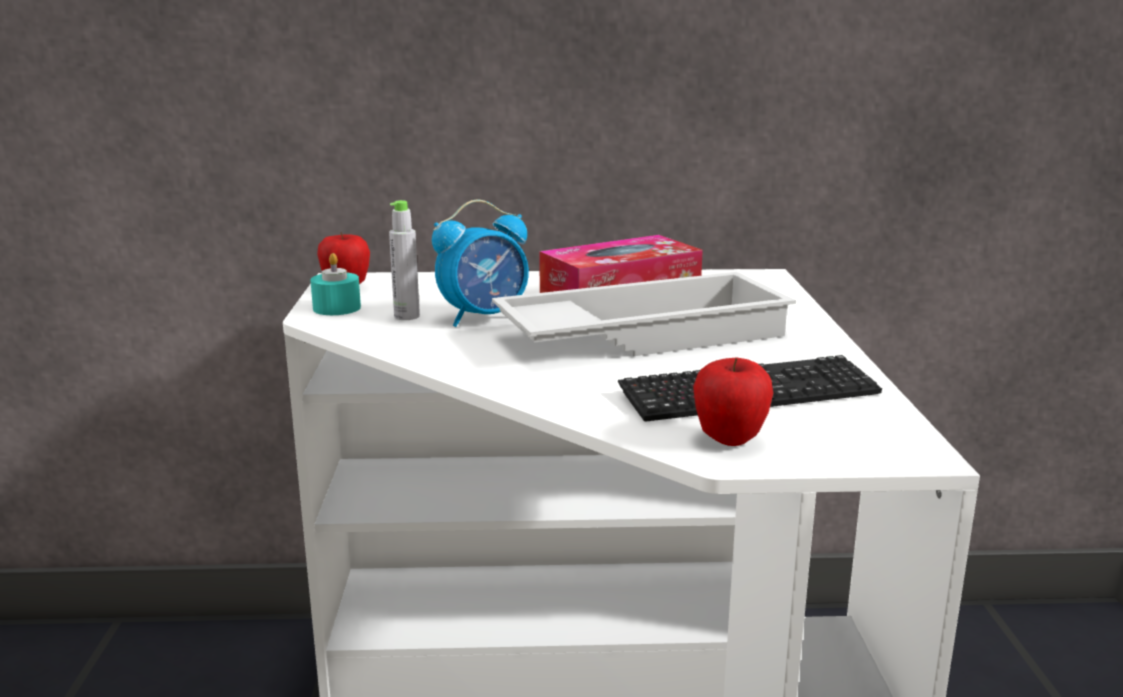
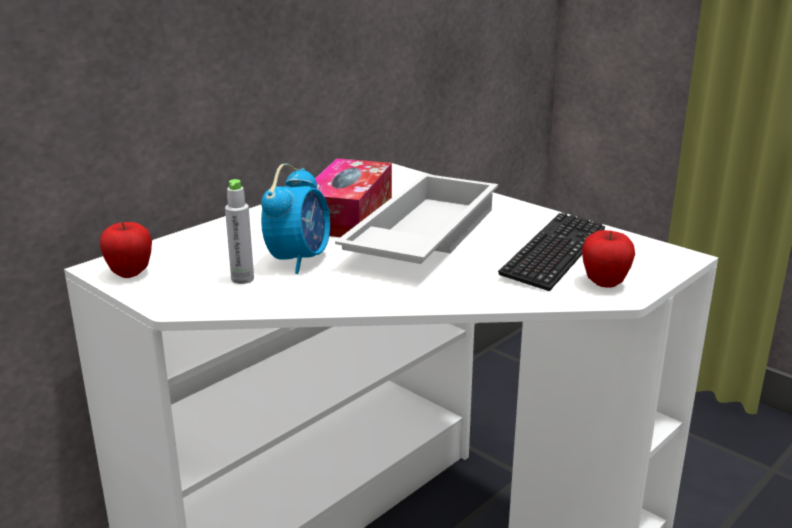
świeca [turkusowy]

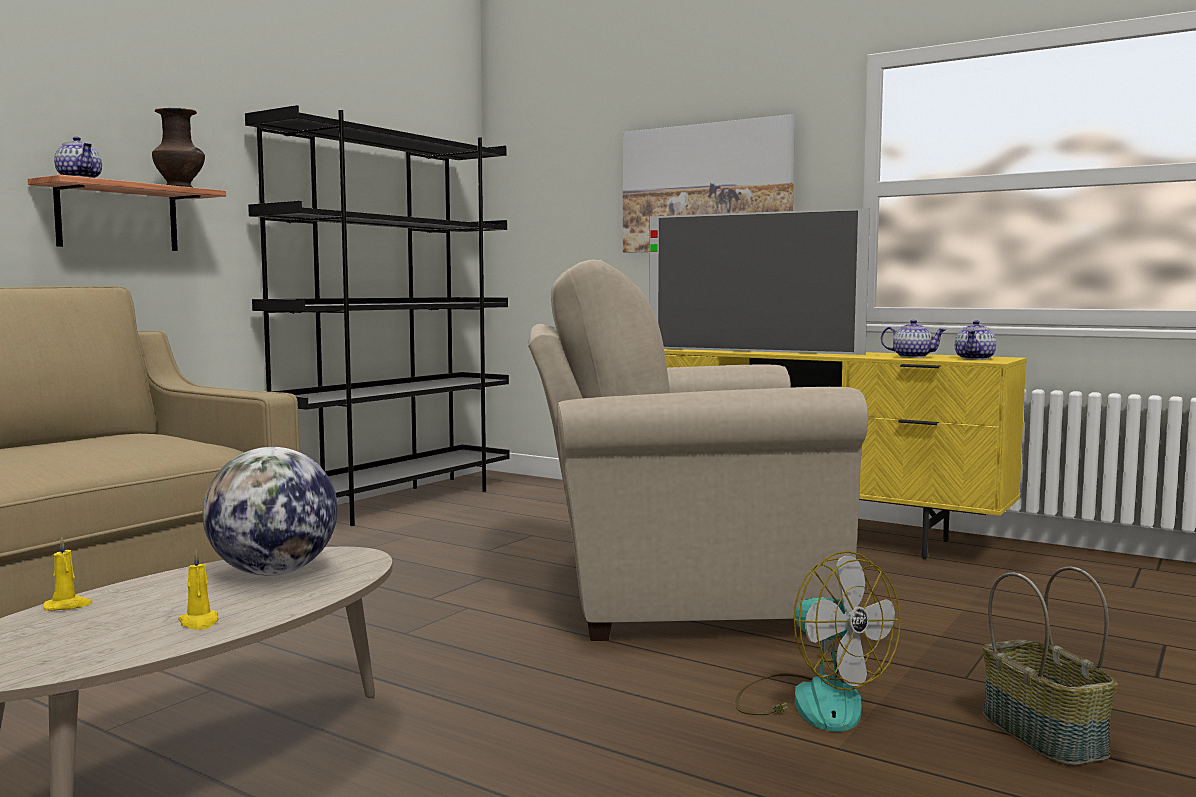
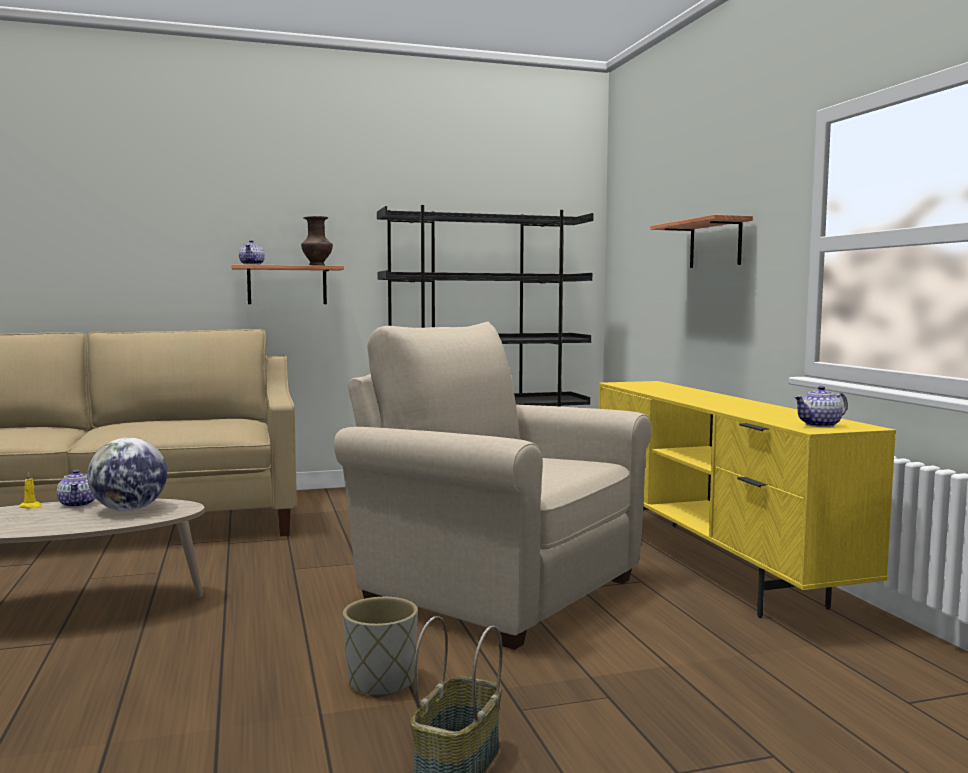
imbryk (1st from left)
donica [szary]
półka (2nd from left)
świeca [żółty] (2nd from left in the first image)
telewizor

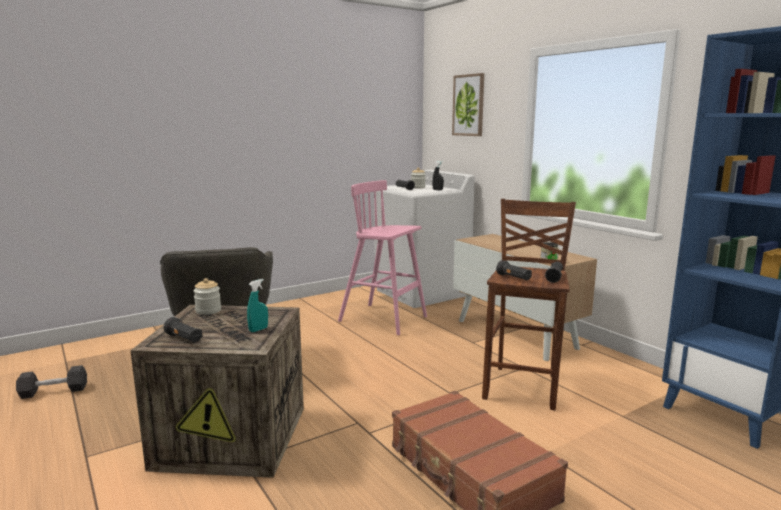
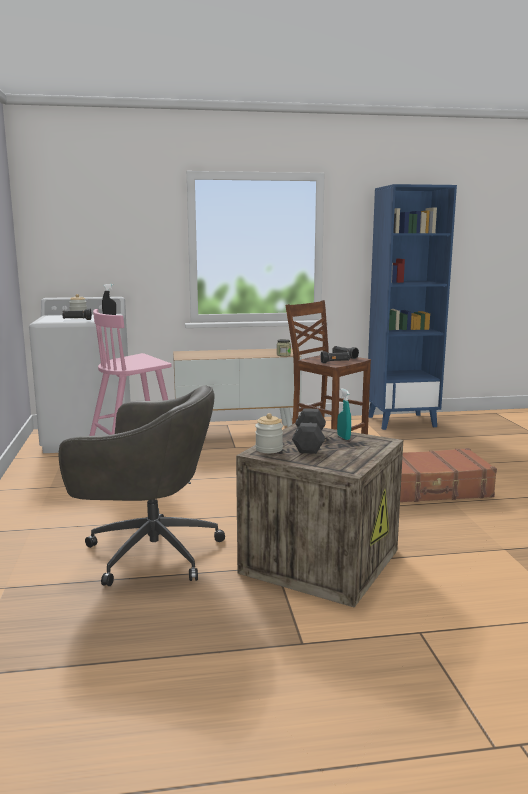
hantel [czarny]
latarka [czarny] (1st from left in the first image)
obraz

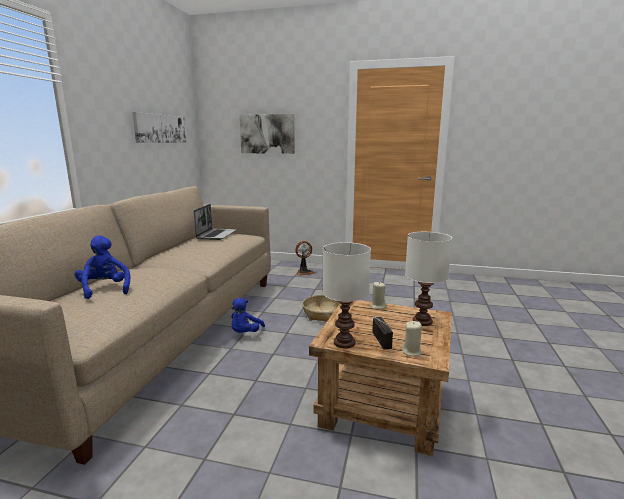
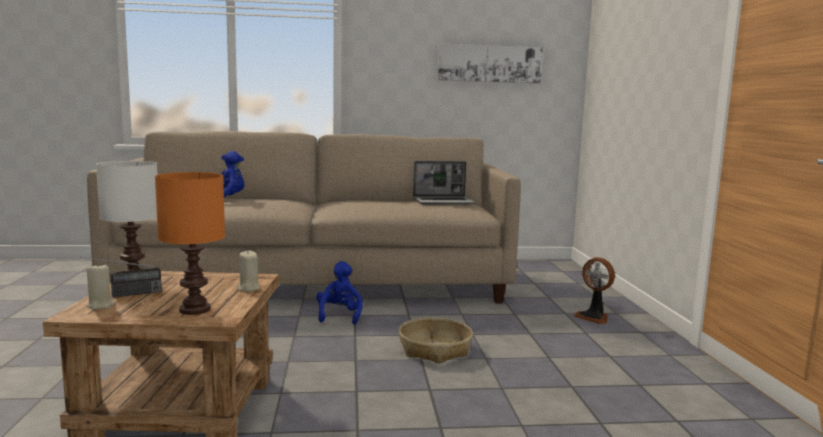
lampa stołowa [pomarańczowy]
pluszak [niebieski] (2nd from left)
obraz (2nd from left in the first image)

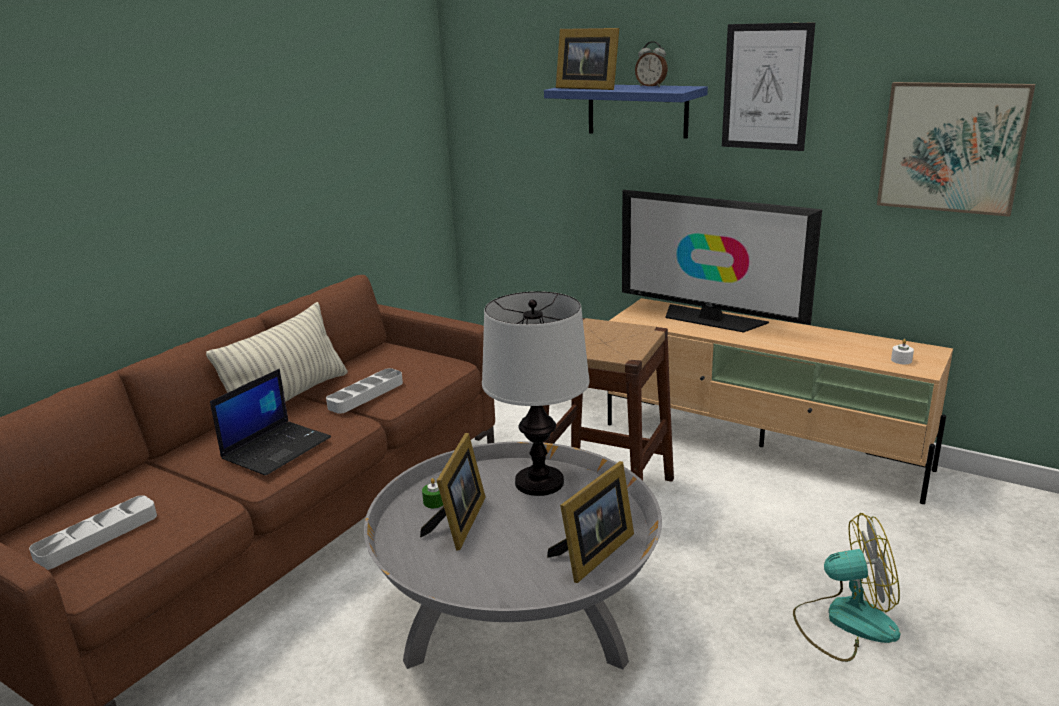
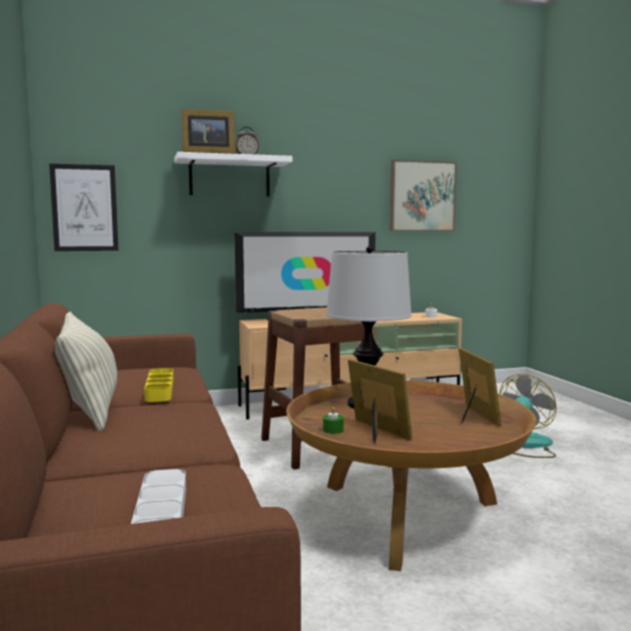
obraz (1st from left)
taca [żółty]
półka [biały]
ława [brązowy]
laptop

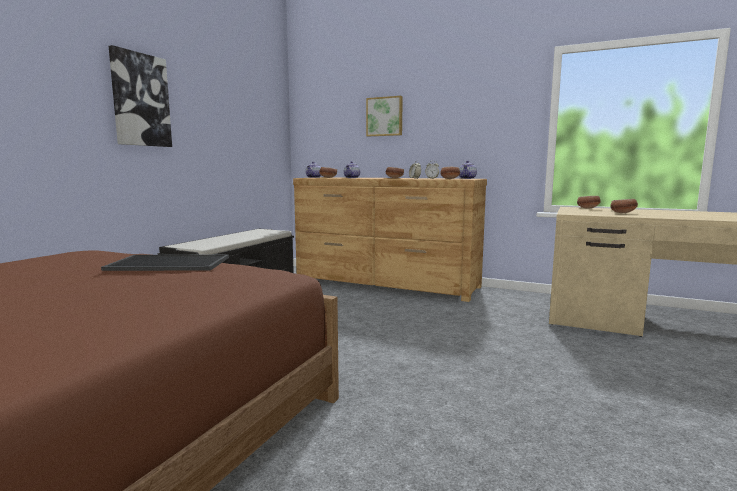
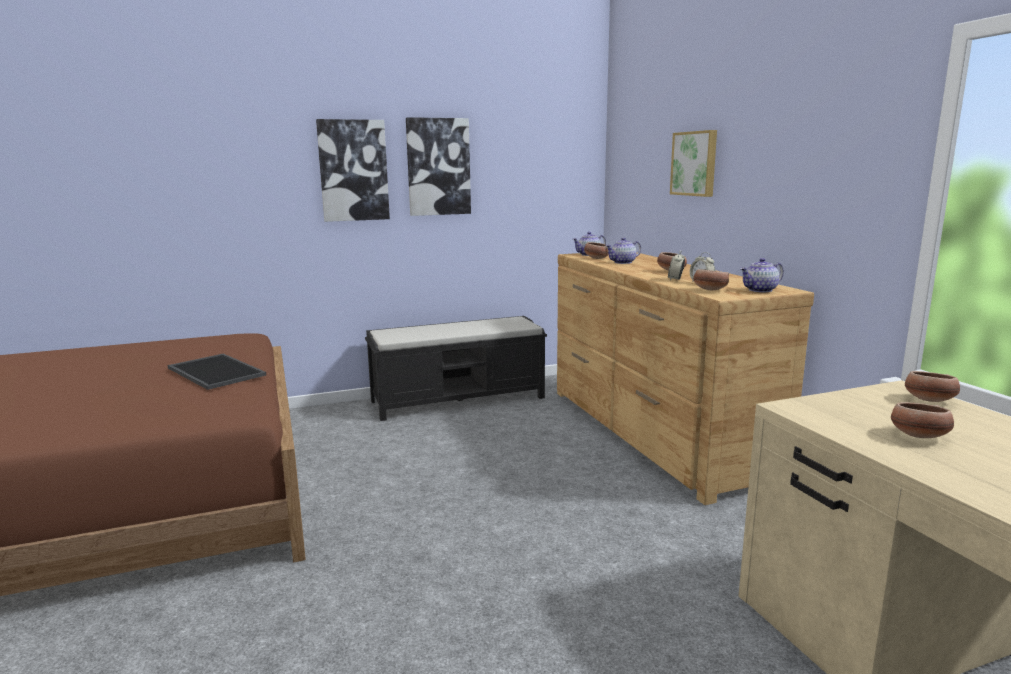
obraz (2nd from left)

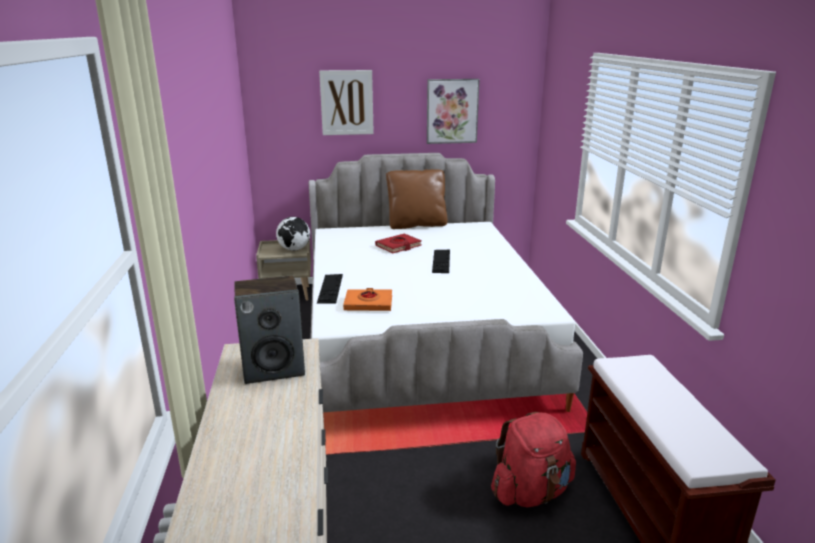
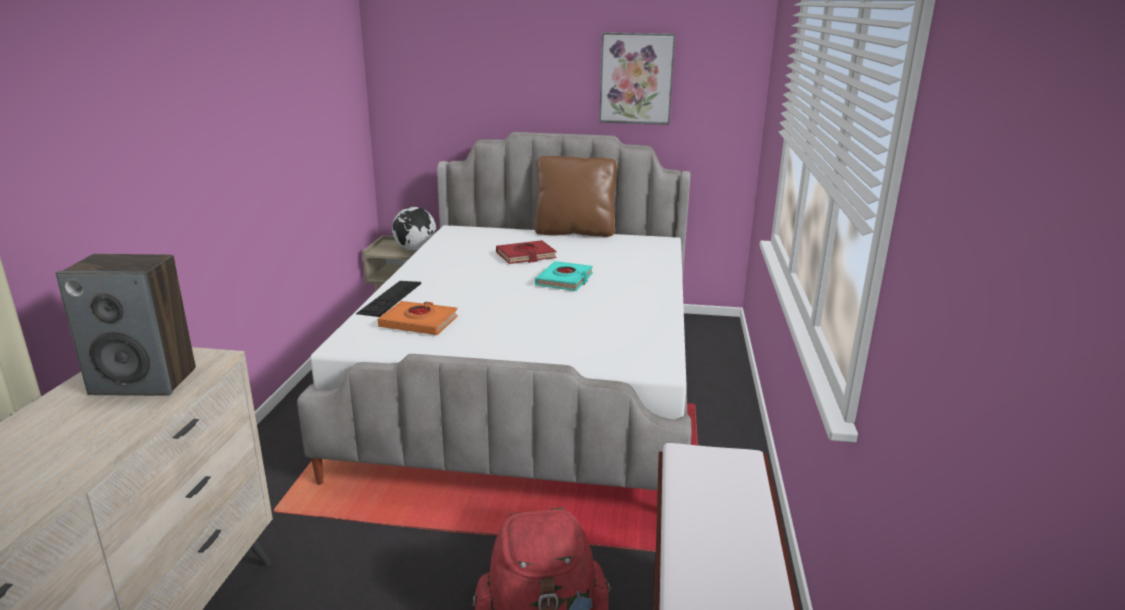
książka [turkusowy]
obraz (1st from left in the first image)

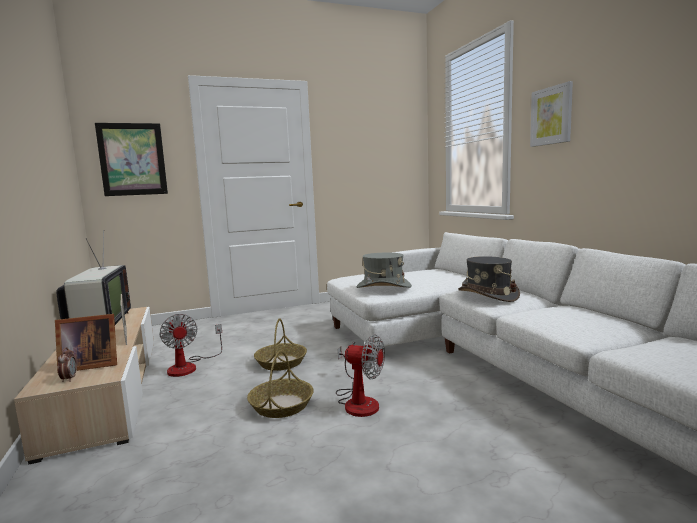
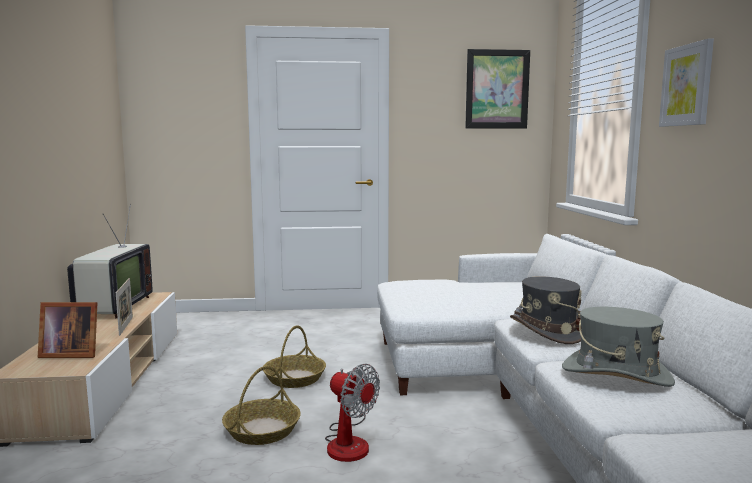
obraz (1st from left)
kapelusz [szary] (2nd from left)
budzik
wentylator (1st from left in the first image)

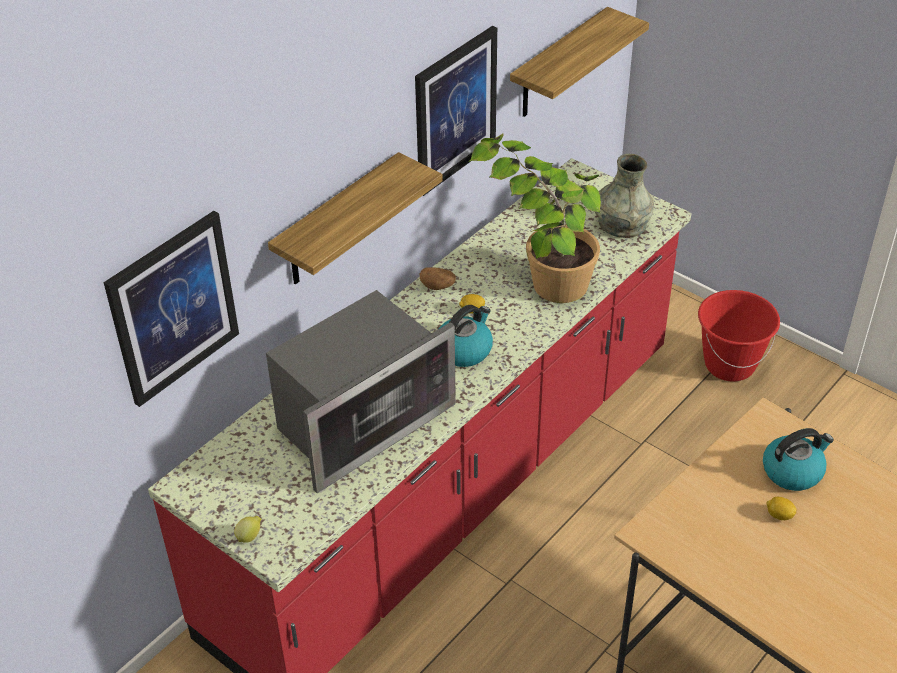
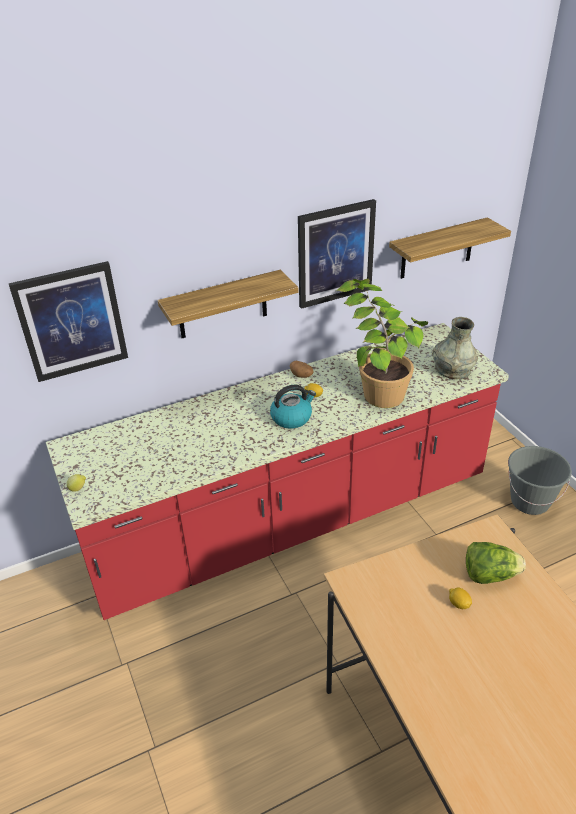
sałata
wiadro [szary]
mikrofalówka

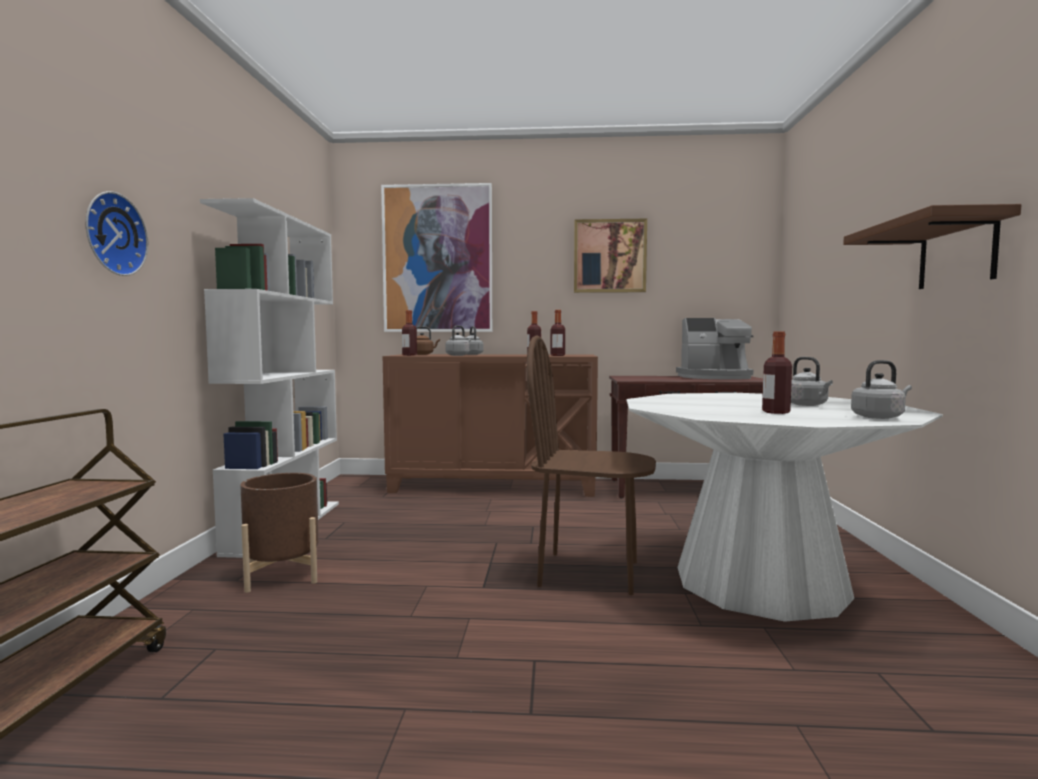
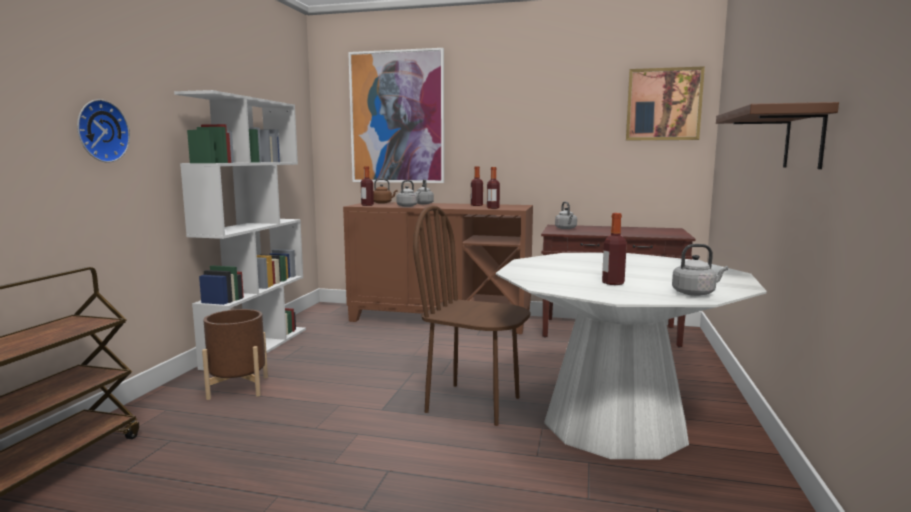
czajnik [szary] (3rd from left)
obraz (2nd from left)
ekspres do kawy

